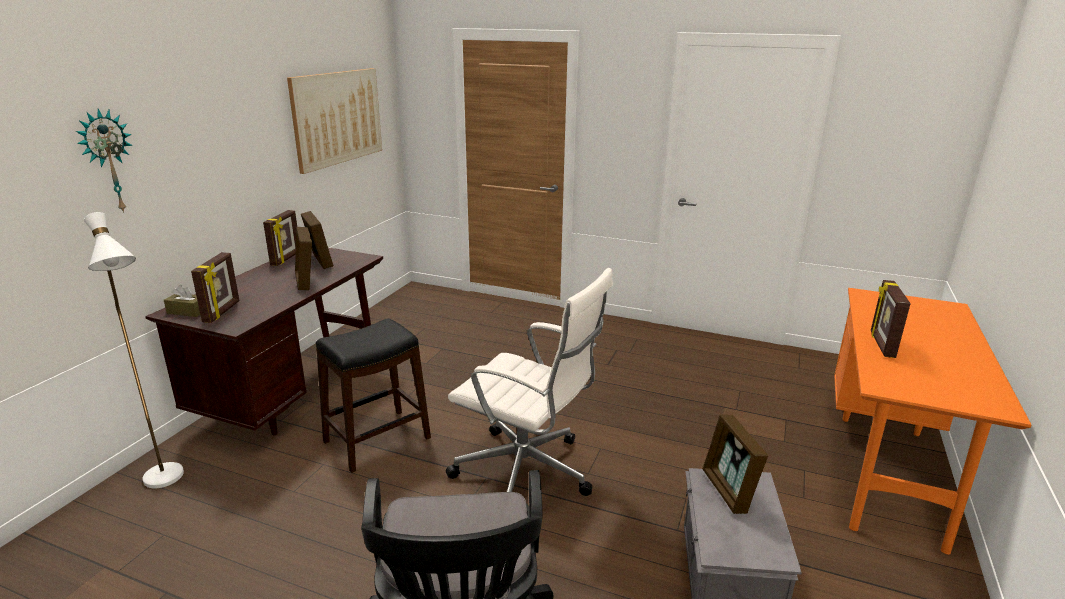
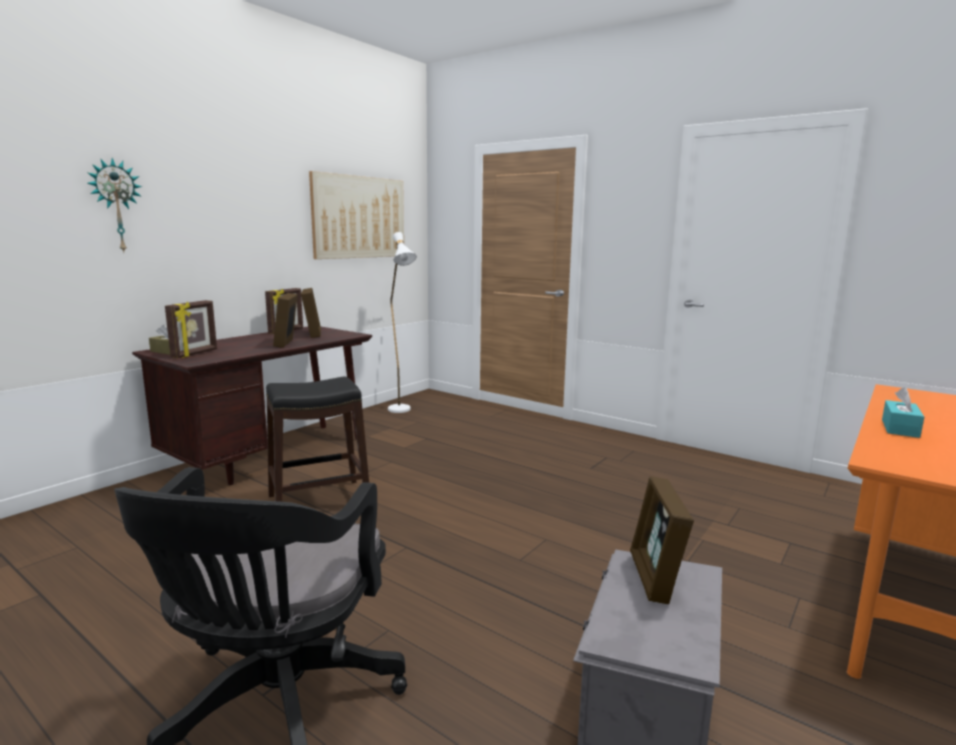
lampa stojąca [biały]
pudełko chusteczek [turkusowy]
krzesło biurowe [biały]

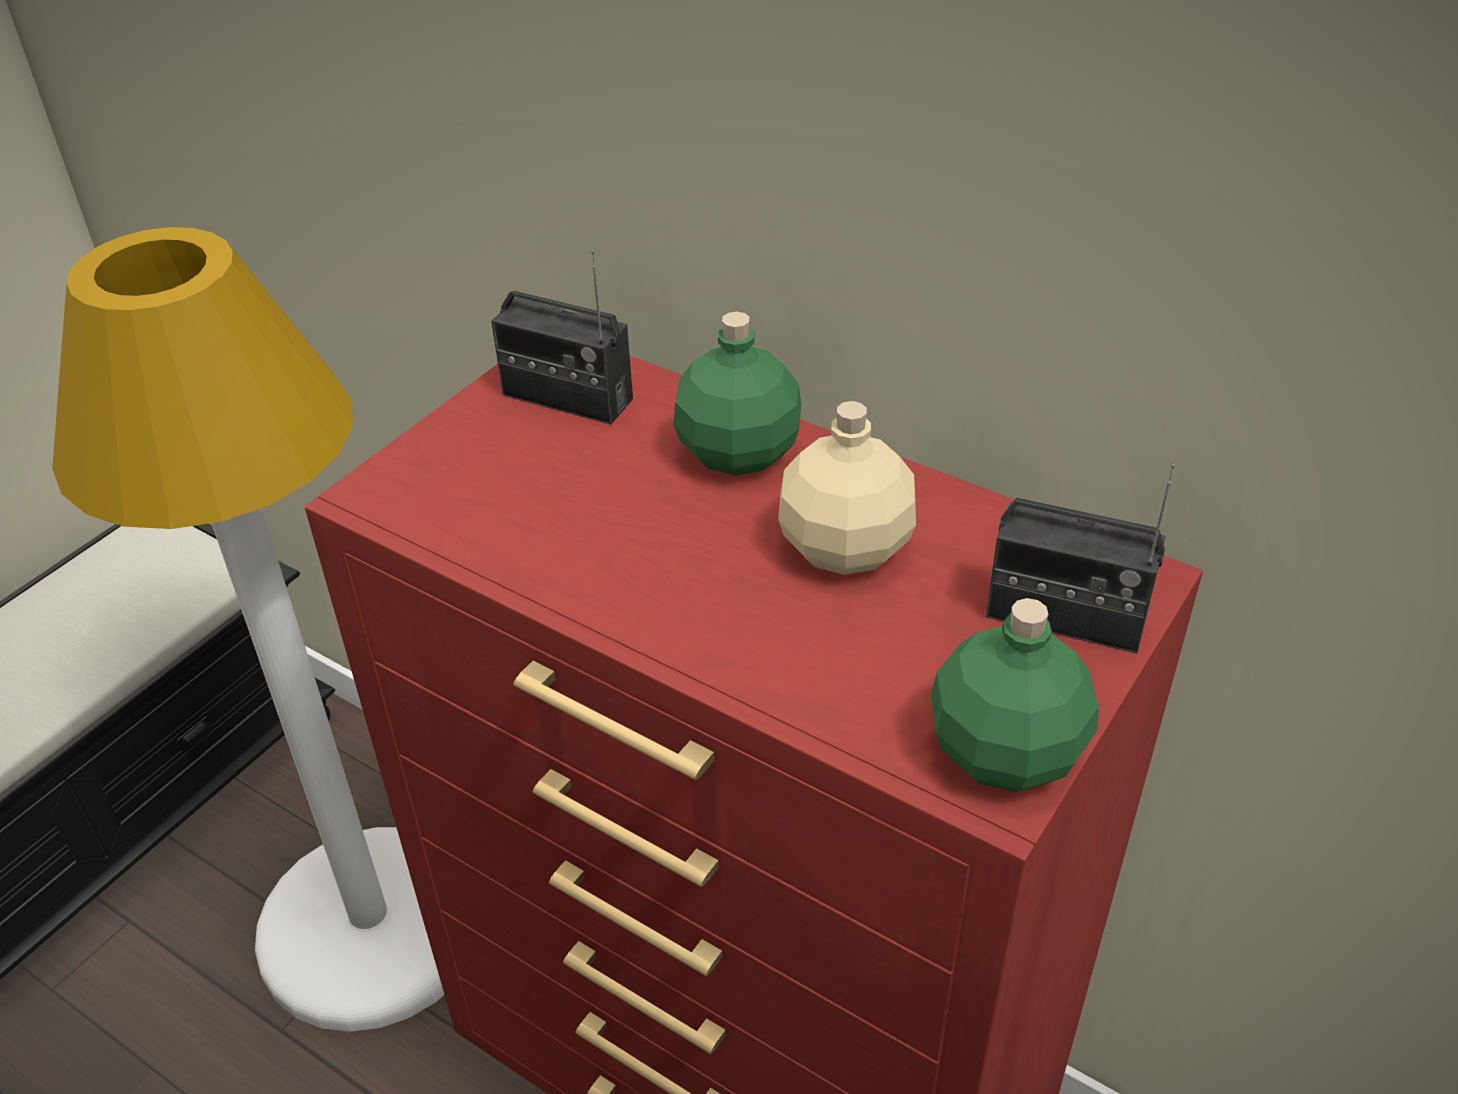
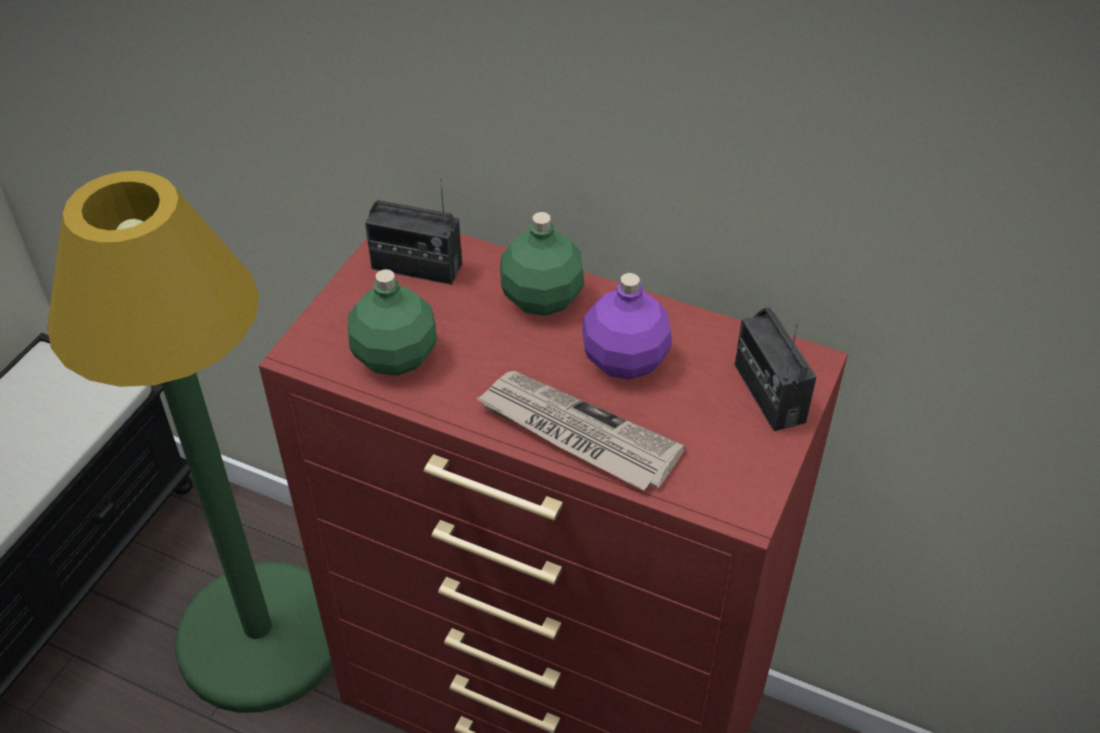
lampa stojąca [zielony]
butelka [zielony] (1st from left)
gazeta
butelka [fioletowy]
radio (2nd from left)

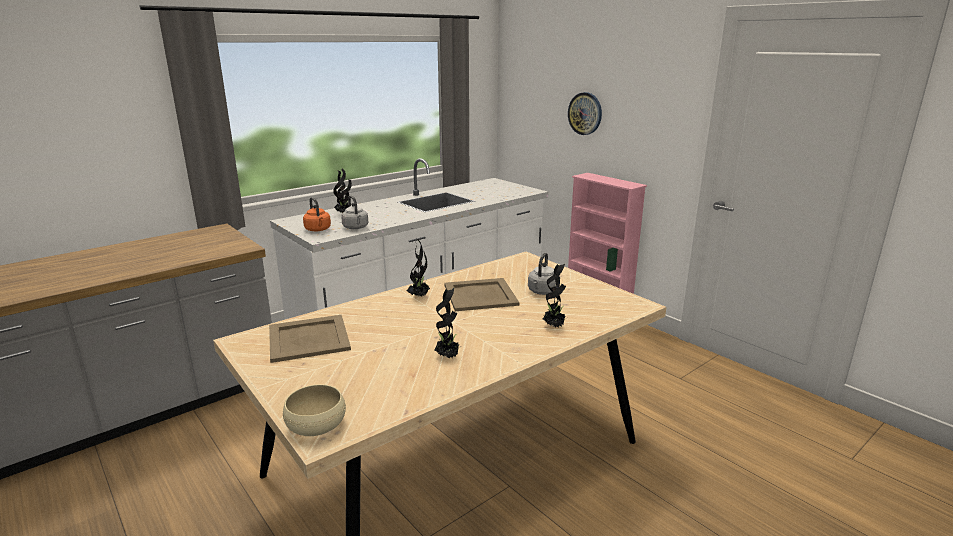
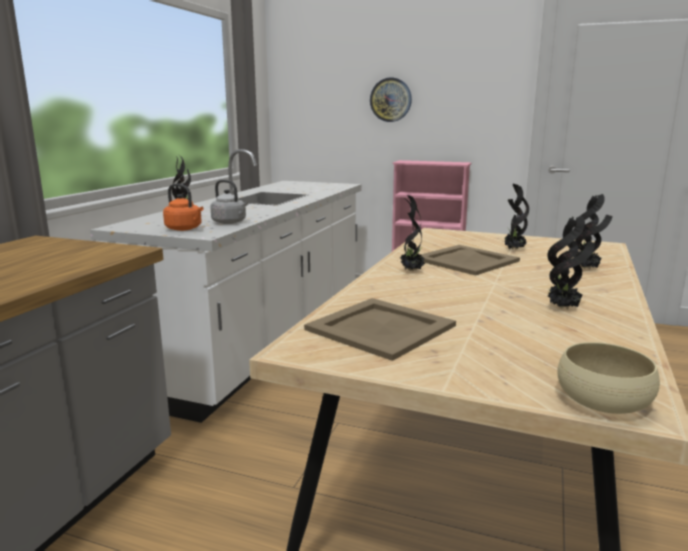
roślina doniczkowa (3rd from left)

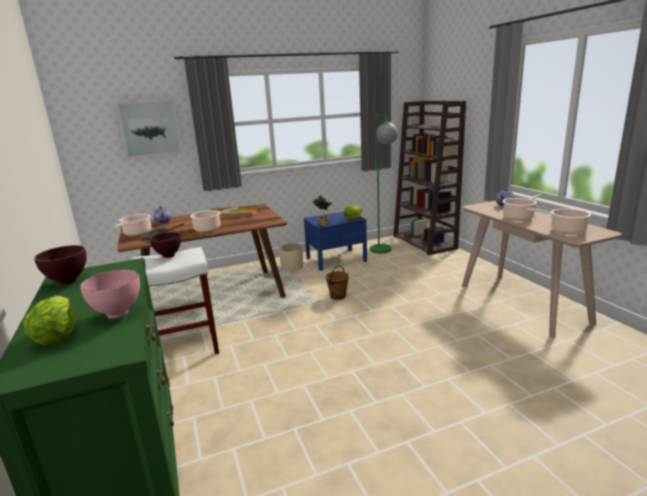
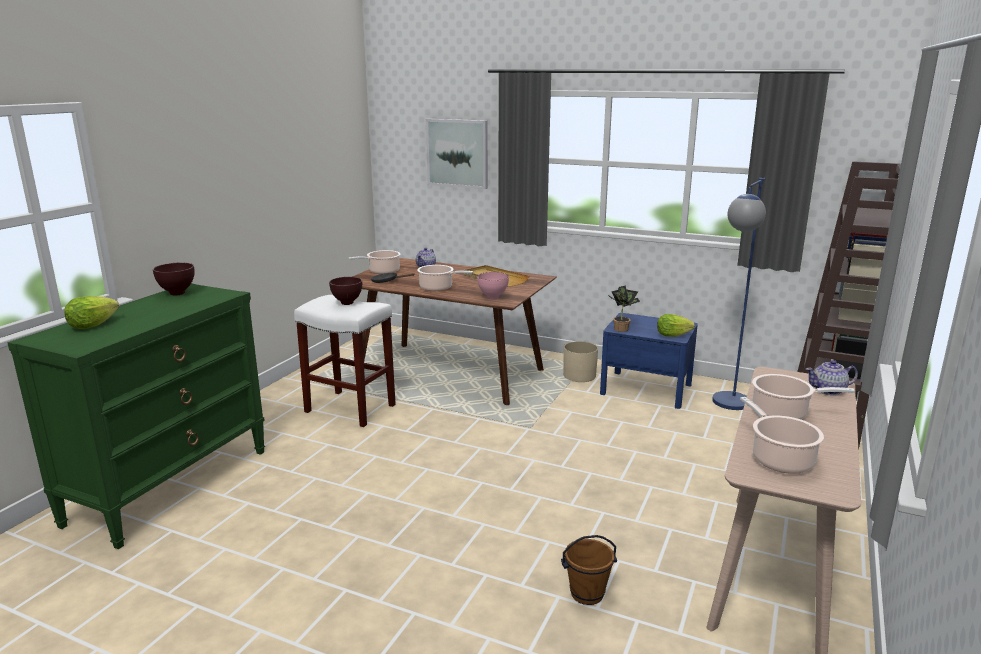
miska [różowy]
wiadro [brązowy]
lampa stojąca [niebieski]

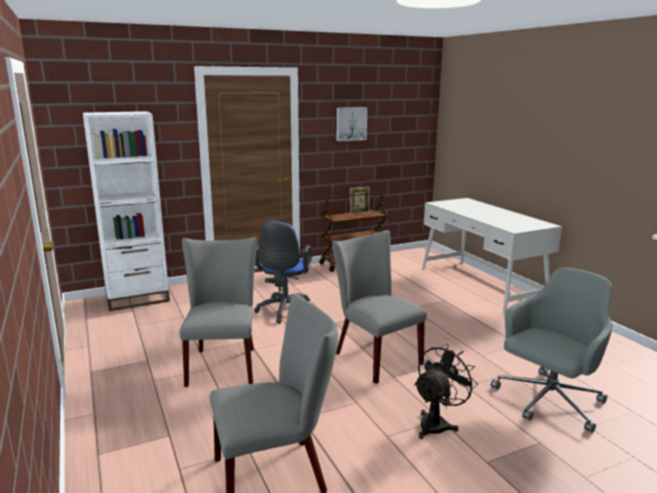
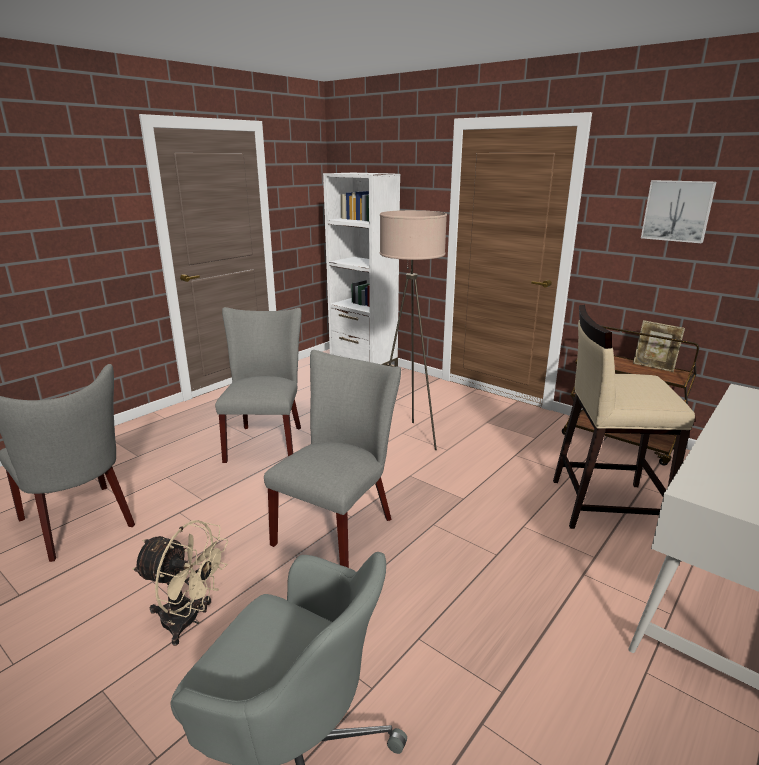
wentylator [beżowy]
krzesło [szary] (2nd from left)
lampa stojąca [beżowy]
stołek [beżowy]

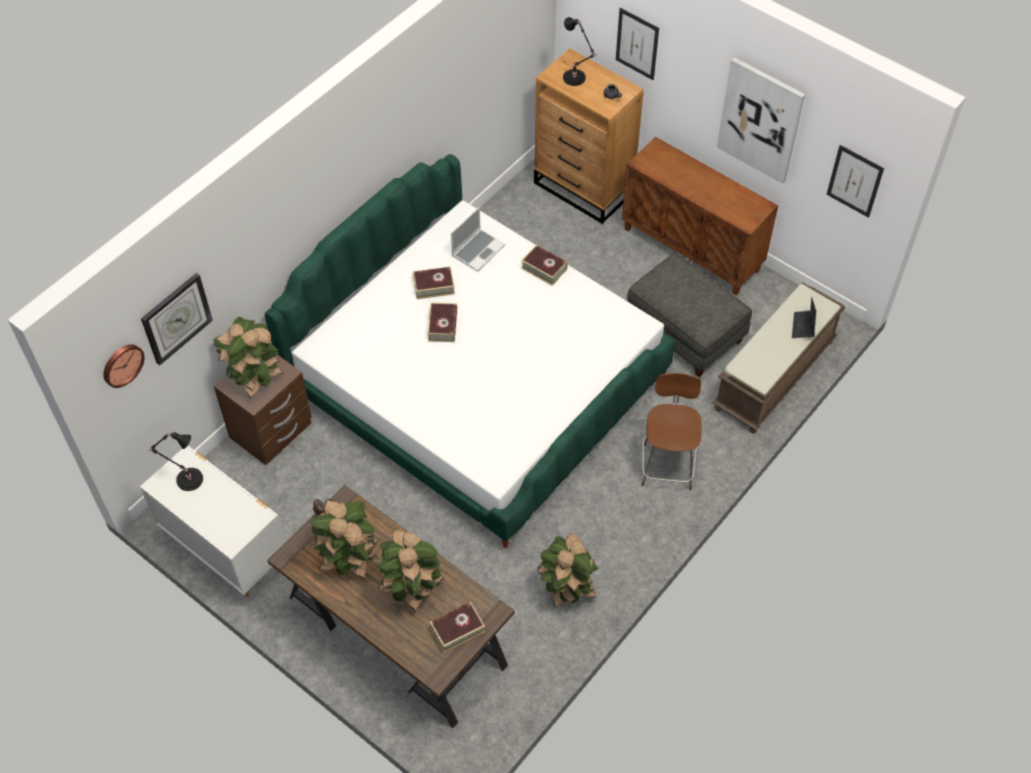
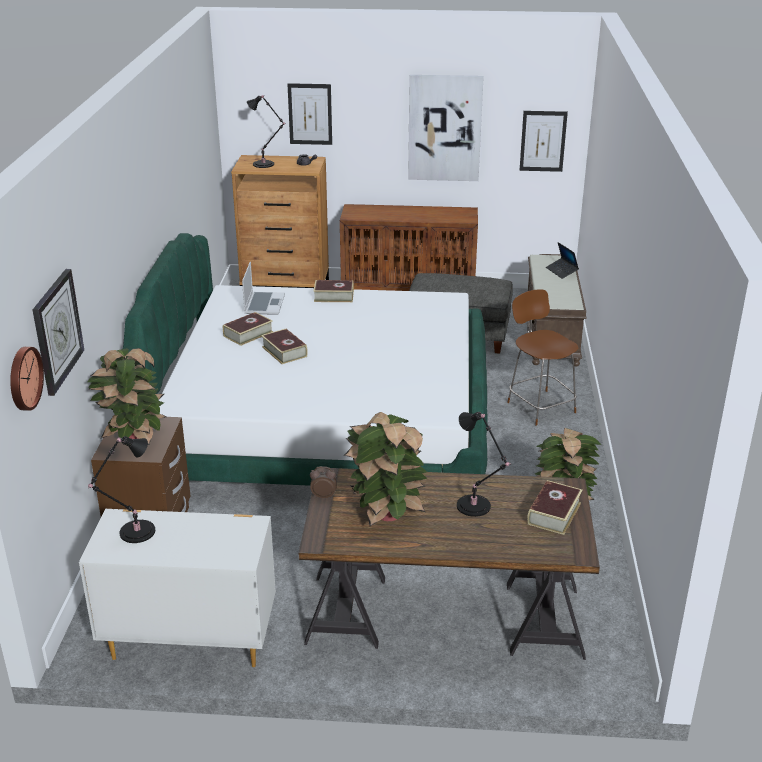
lampa stołowa [czarny] (3rd from left)

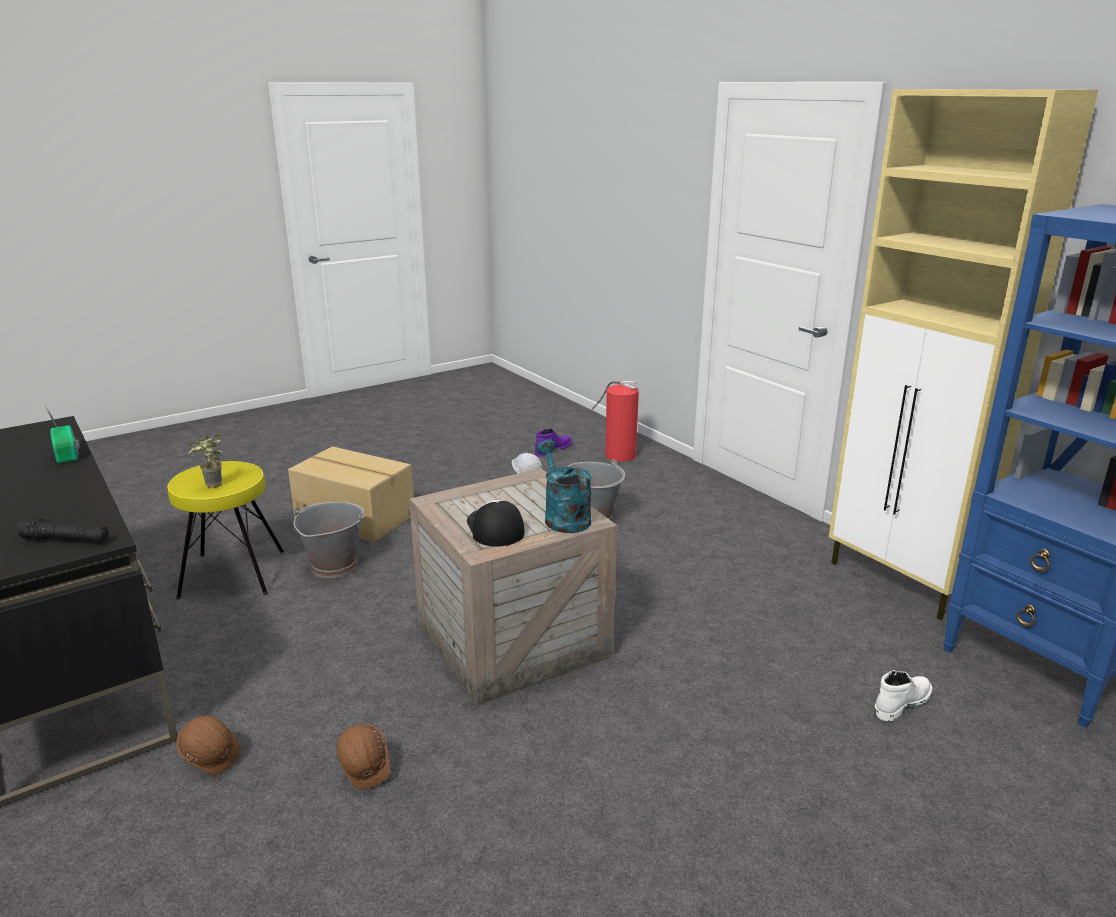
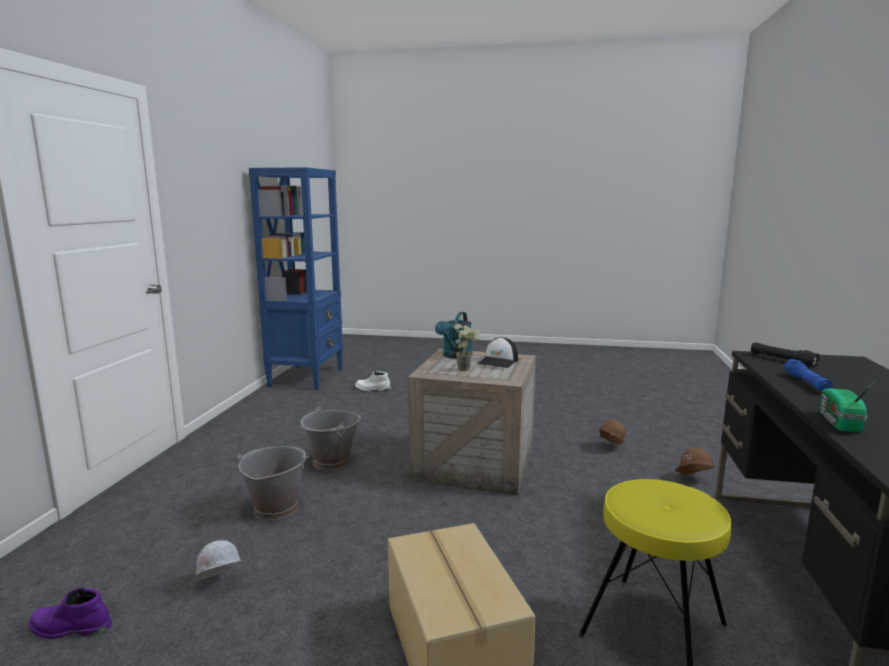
wiadro [szary] (2nd from left)
roślina doniczkowa
latarka [niebieski]
gaśnica
szafka [beżowy]

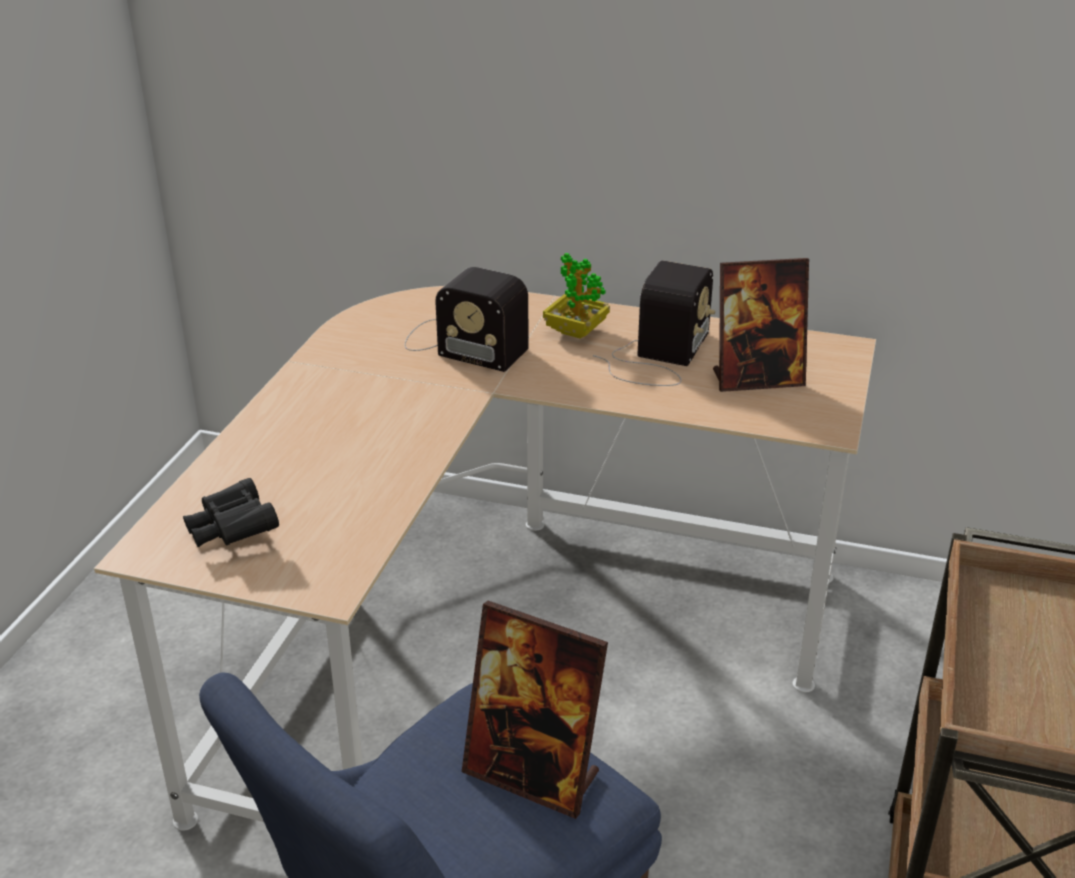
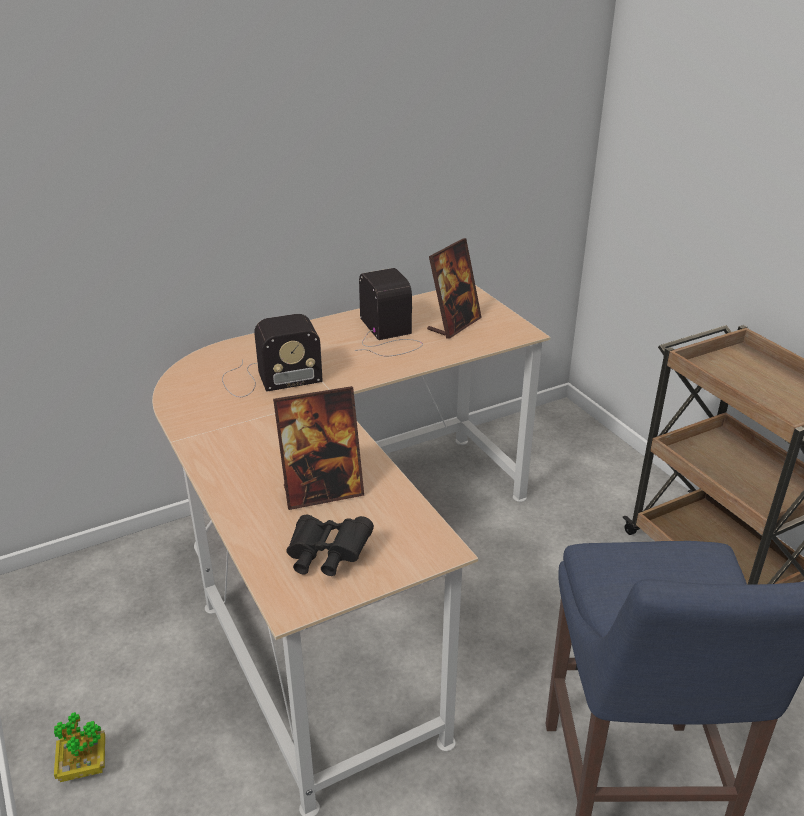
roślina doniczkowa
ramka na zdjęcie (1st from left)

